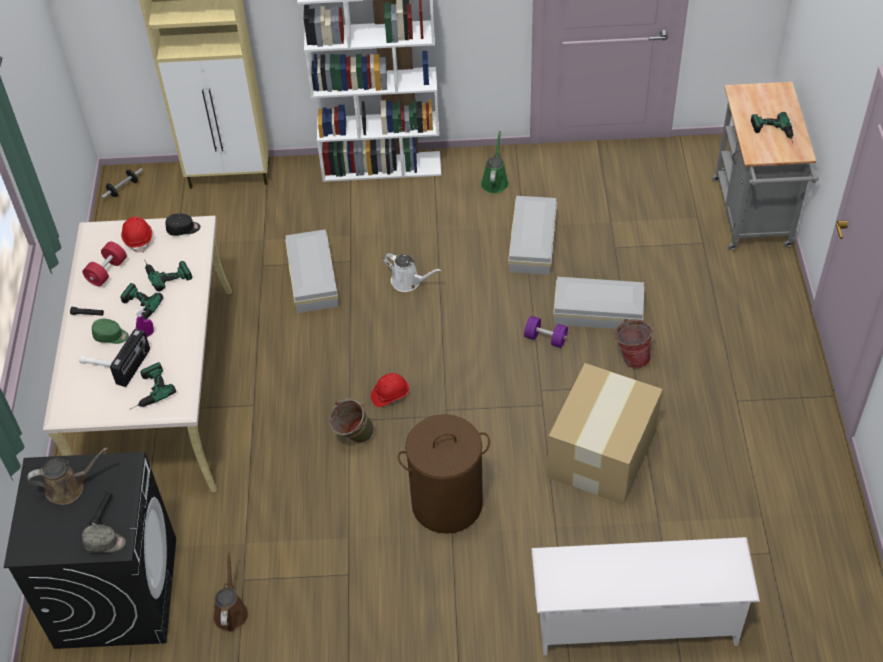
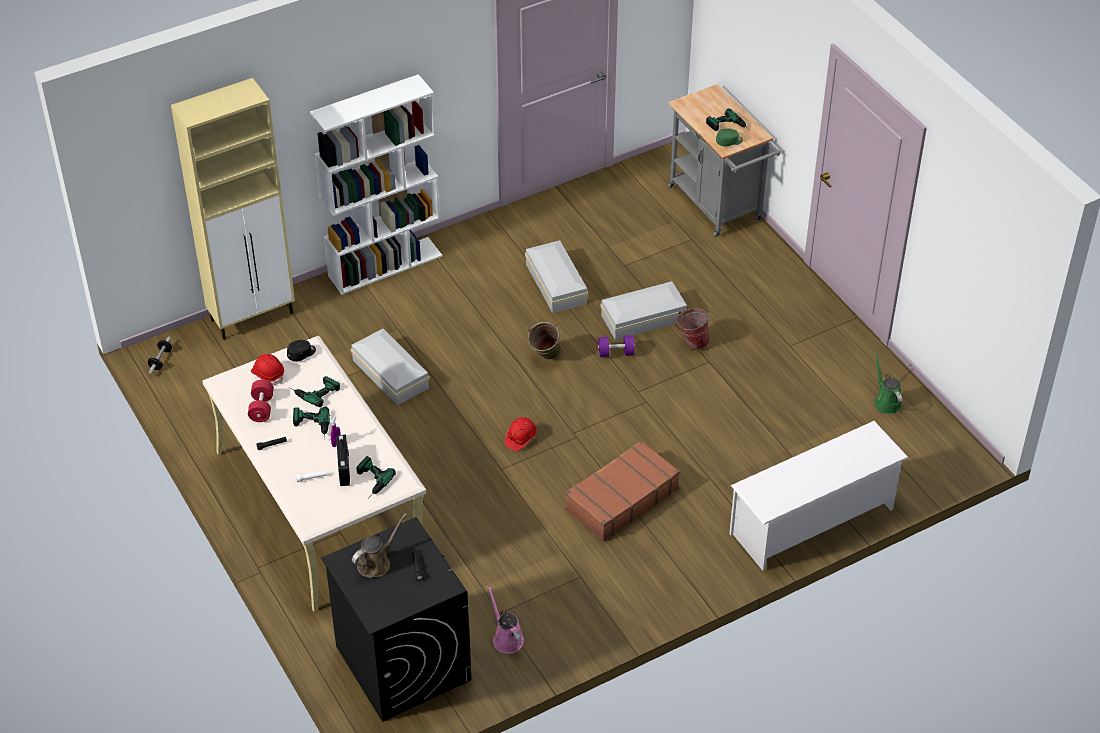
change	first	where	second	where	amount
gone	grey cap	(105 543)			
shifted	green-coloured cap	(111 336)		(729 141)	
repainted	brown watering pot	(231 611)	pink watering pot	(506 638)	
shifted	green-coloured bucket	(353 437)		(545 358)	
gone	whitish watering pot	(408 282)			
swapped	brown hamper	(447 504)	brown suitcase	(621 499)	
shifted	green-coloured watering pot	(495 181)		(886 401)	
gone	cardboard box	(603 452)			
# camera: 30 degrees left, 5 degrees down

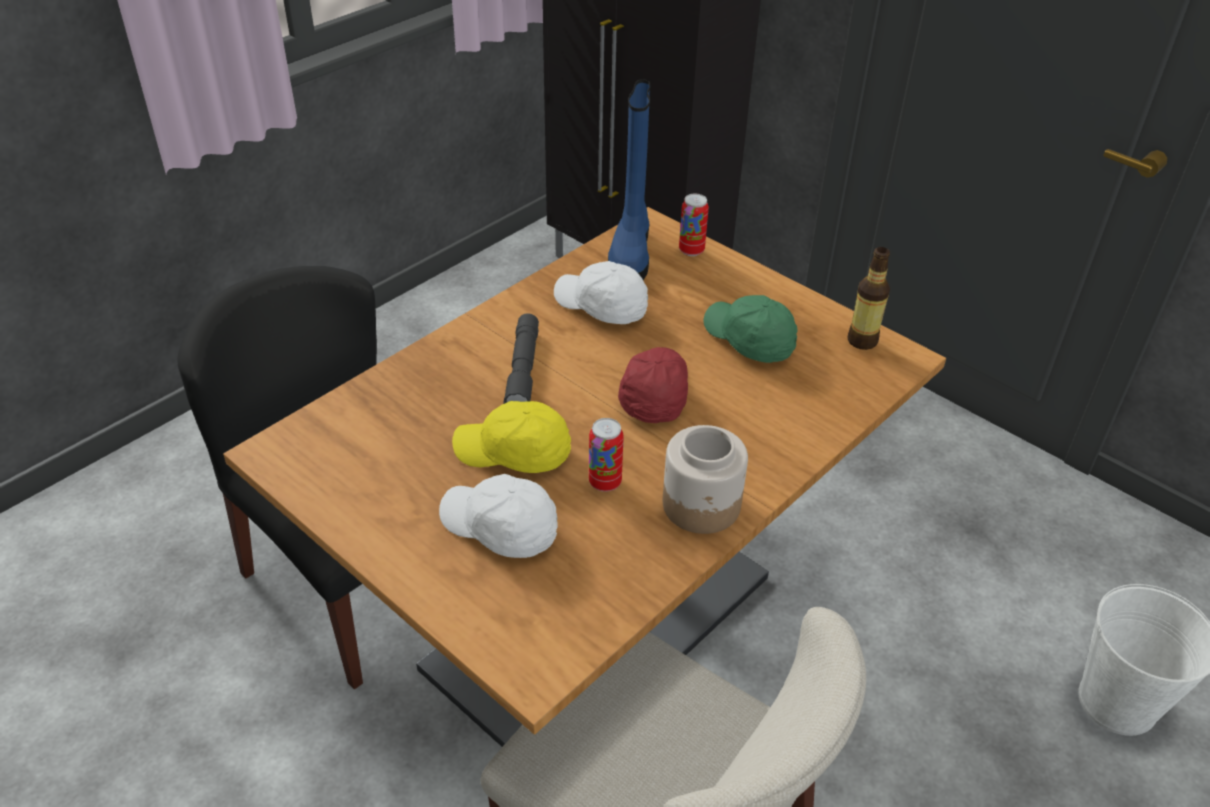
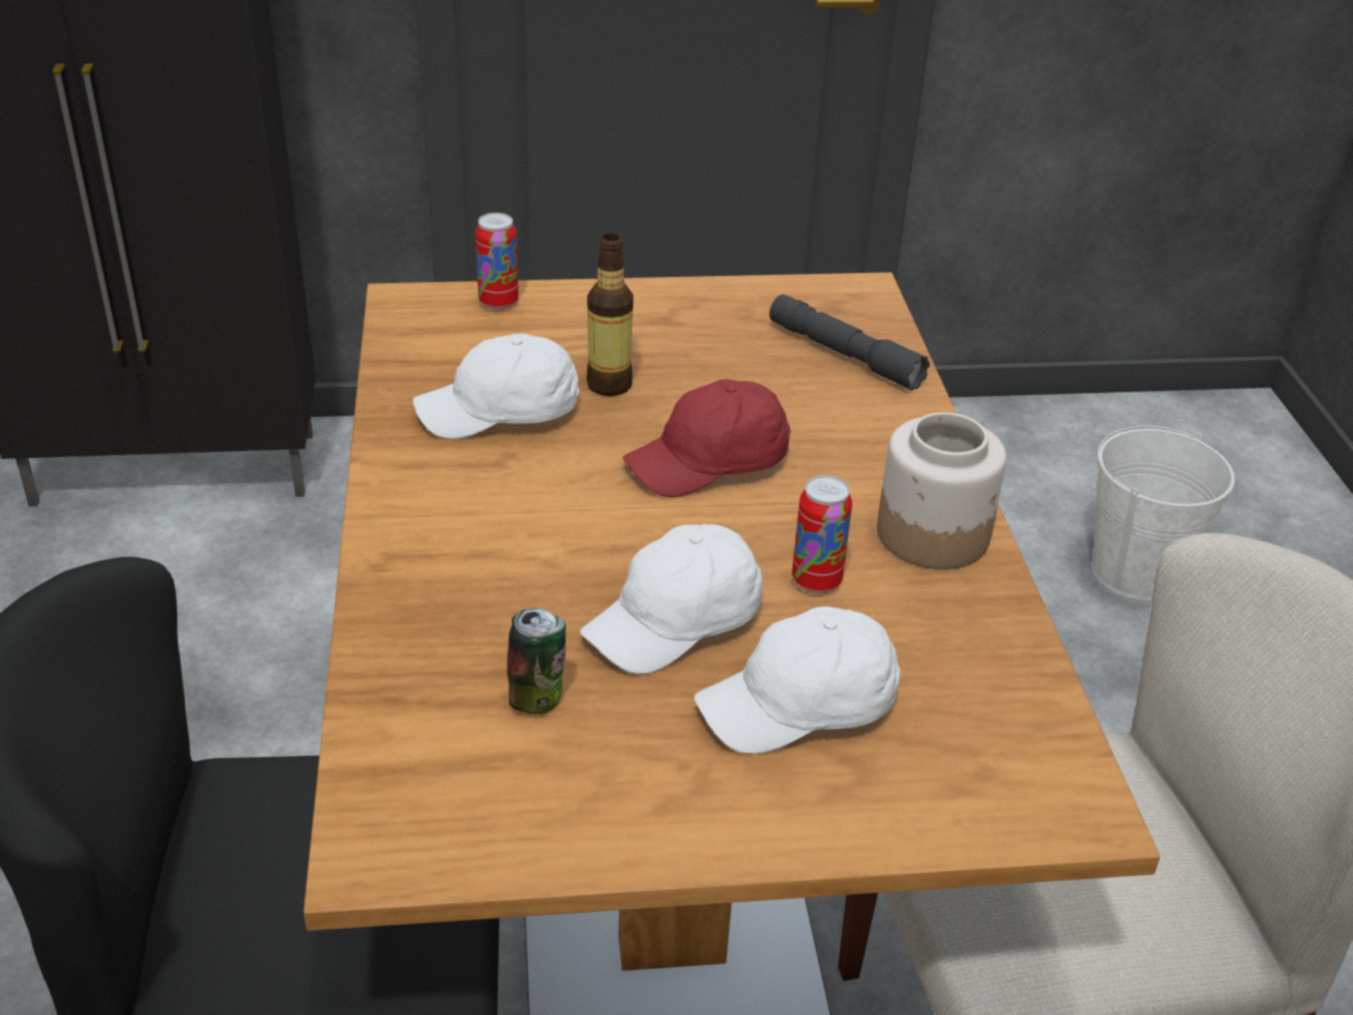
change	first	where	second	where	amount
repainted	yellow-coloured cap	(514 453)	whitish cap	(676 623)	
shifted	grey flashlight	(523 370)		(844 355)	
gone	blue-coloured boot	(630 253)			
rotated	reddish cap	(654 393)		(710 463)	75 degrees counterclockwise
gone	green-coloured cap	(749 340)			
shifted	drink bottle	(862 341)		(609 385)	
new			sealed can	(538 698)	
# camera: 50 degrees left, 5 degrees down

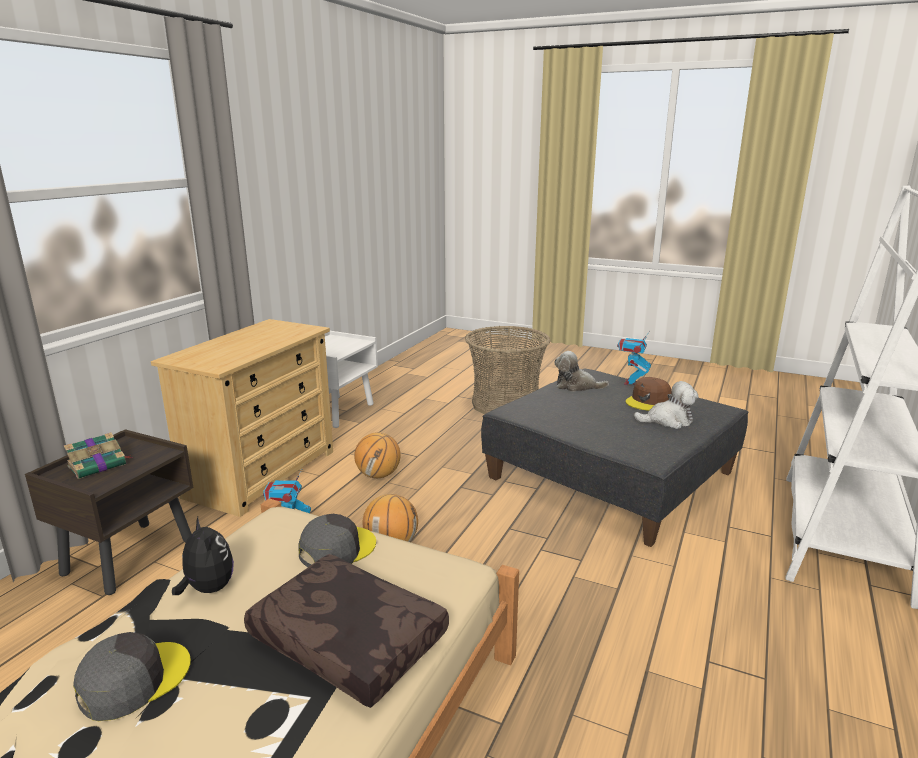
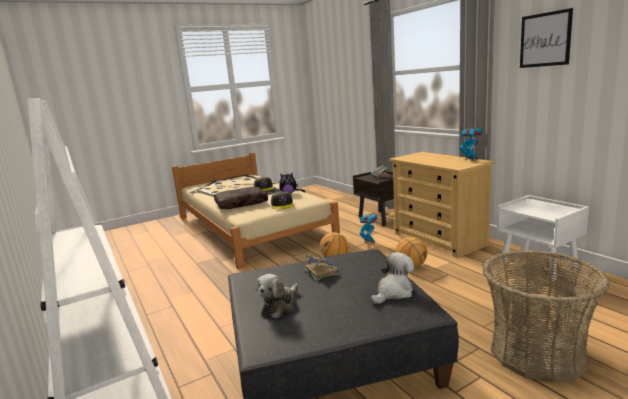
change	first	where	second	where	amount
shifted	toy robot	(631 383)		(471 159)	
gone	brown cap	(648 401)			
new			volume	(320 271)	
new			wall art	(545 39)	
# camera: 125 degrees right, 5 degrees down

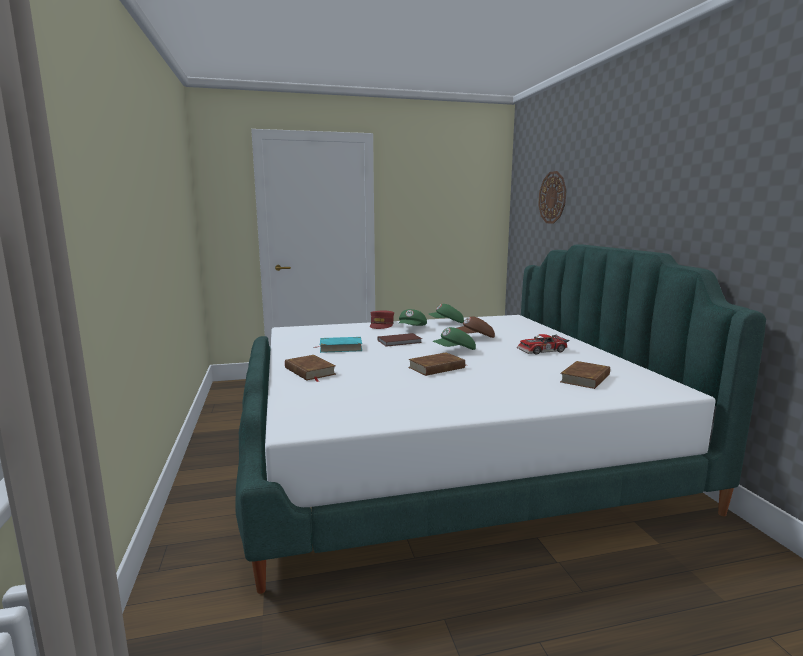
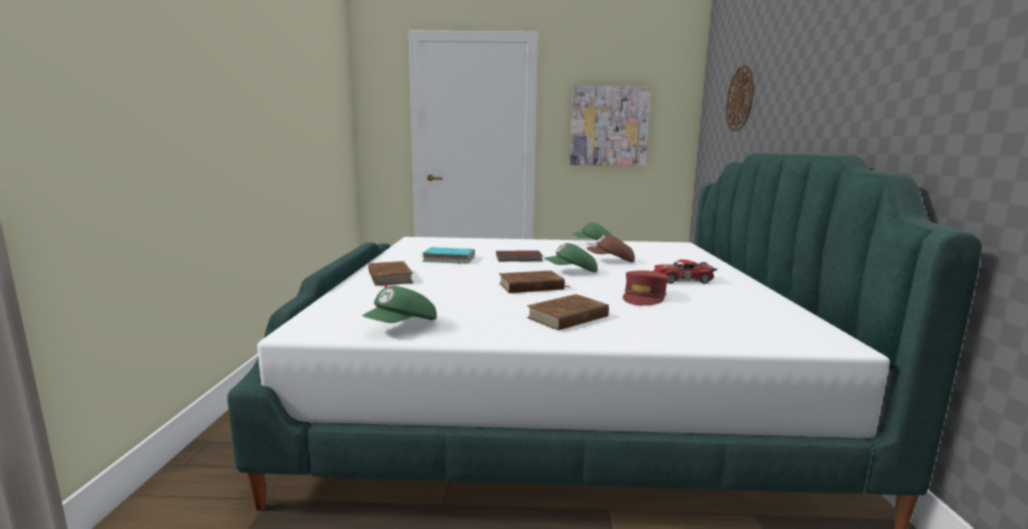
change	first	where	second	where	amount
shifted	reddish cap	(381 325)		(644 297)	
shifted	green-coloured cap	(412 328)		(402 326)	
shifted	brown volume	(585 378)		(568 317)	
new			wall art	(609 126)	
# camera: 15 degrees right, 0 degrees up

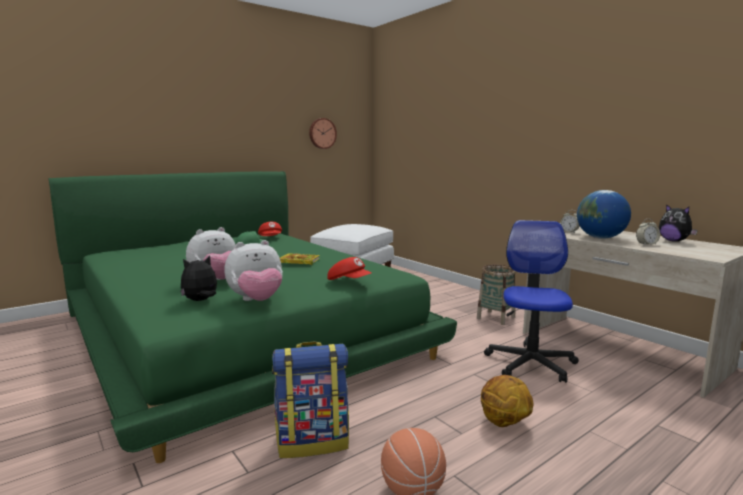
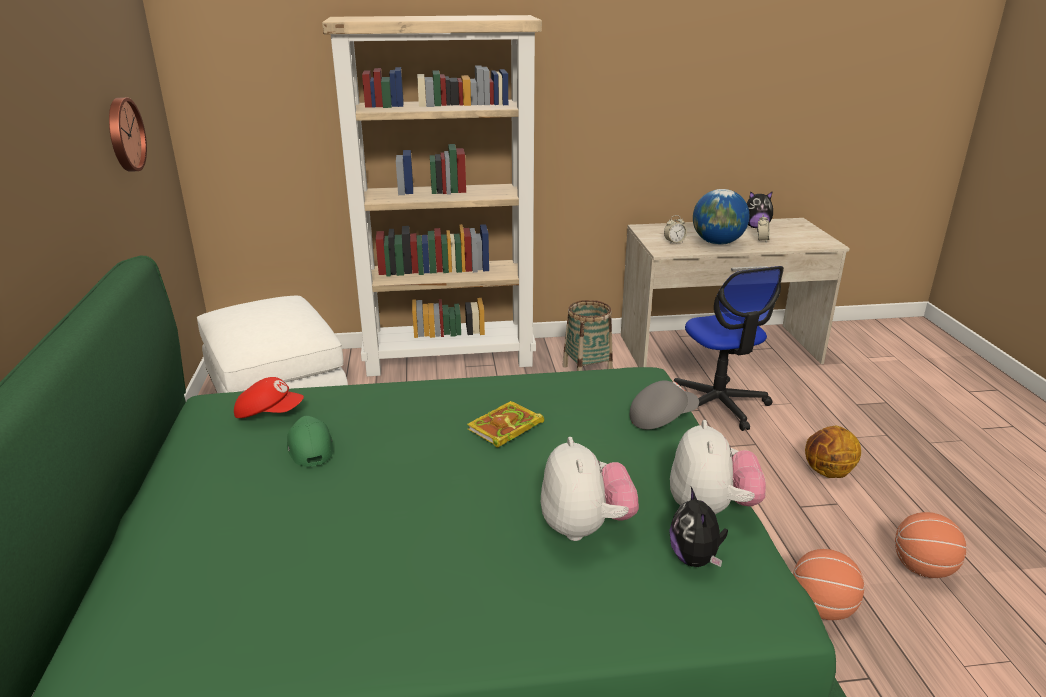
change	first	where	second	where	amount
swapped	knapsack	(313 441)	ball for basketball	(821 608)	
repainted	reddish cap	(349 282)	grey cap	(661 417)	
rotated	computer chair	(530 363)		(718 405)	150 degrees counterclockwise
new			beige bookshelf	(450 358)	
# camera: 60 degrees left, 15 degrees up

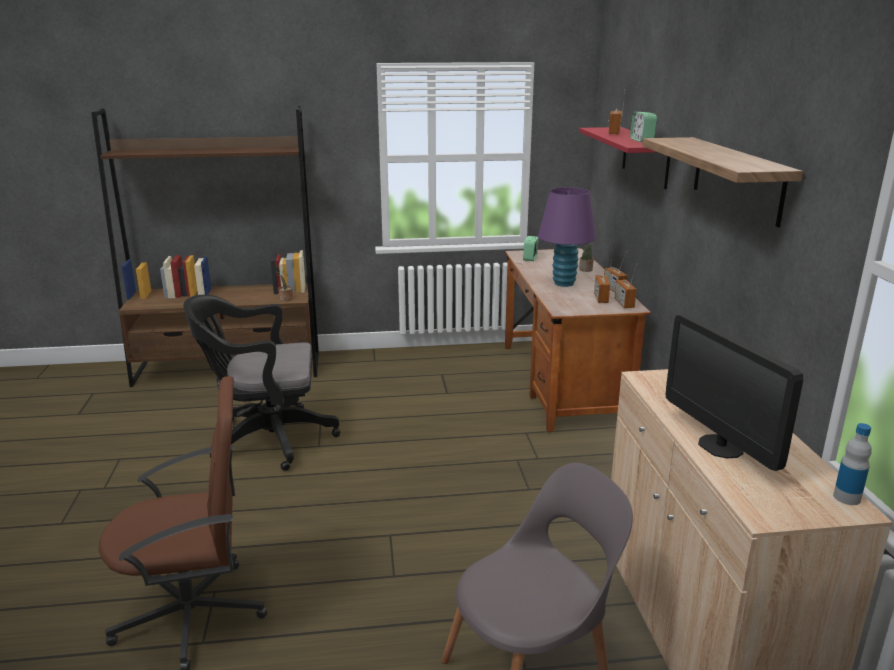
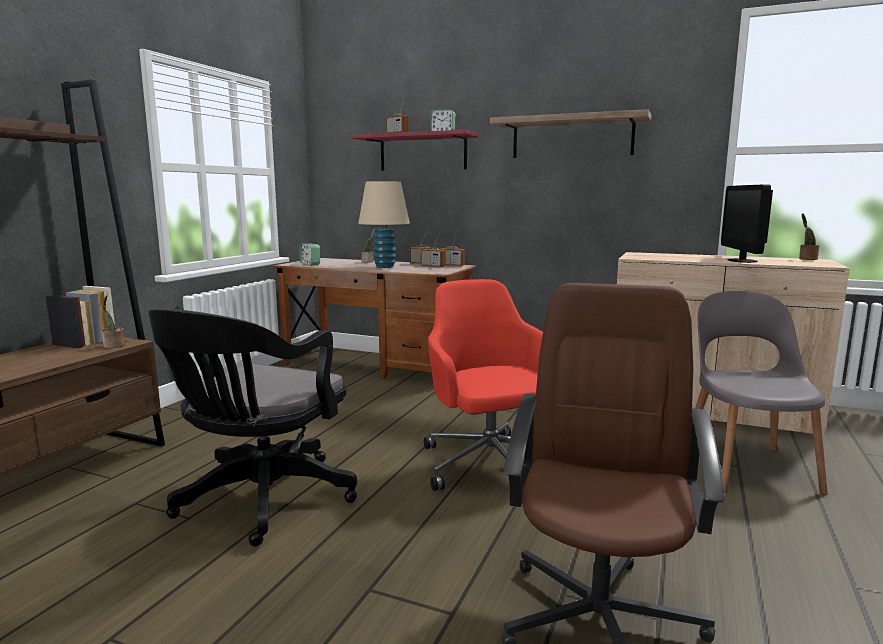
change	first	where	second	where	amount
repainted	purple-coloured tabletop lamp	(564 283)	beige tabletop lamp	(385 266)	
rotated	monitor	(720 446)		(742 261)	90 degrees clockwise
swapped	drink bottle	(846 497)	houseplant	(806 259)	
new			reddish computer chair	(489 465)	
# camera: 60 degrees left, 10 degrees down

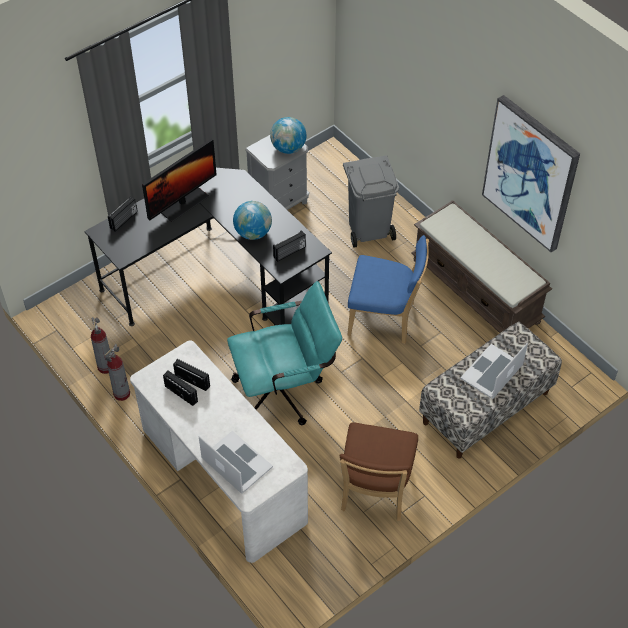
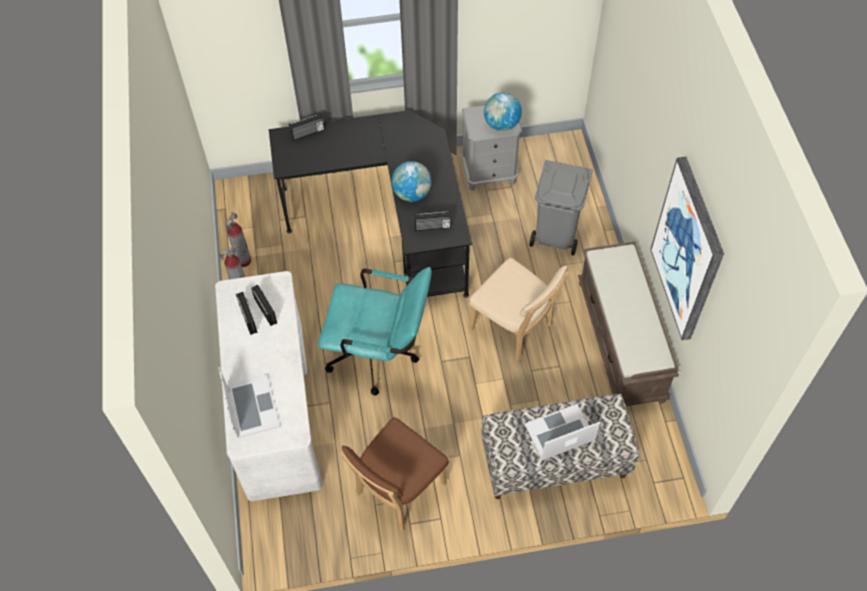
change	first	where	second	where	amount
gone	monitor	(183 203)			
repainted	blue-coloured plain chair	(384 319)	beige plain chair	(514 329)	
# camera: 30 degrees right, 5 degrees up

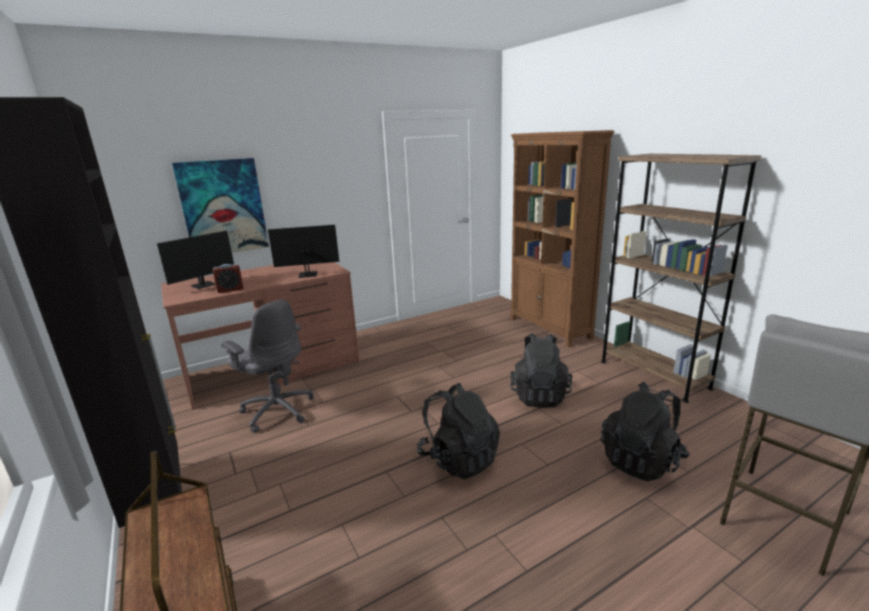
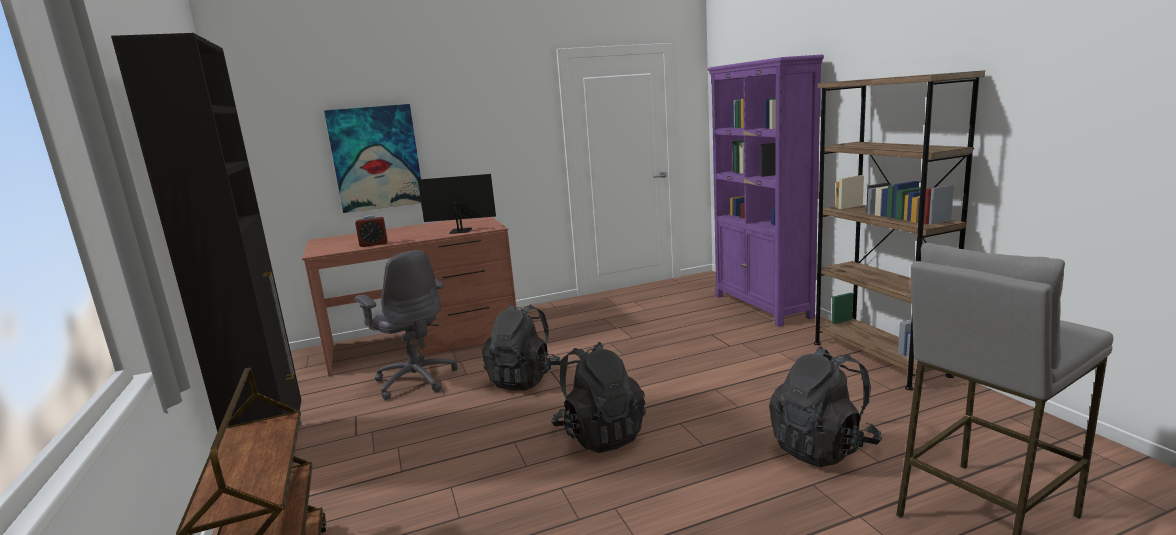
change	first	where	second	where	amount
gone	monitor	(207 284)			
repainted	brown bookshelf	(550 328)	purple-coloured bookshelf	(762 306)	
shifted	black knapsack	(539 396)		(524 379)	
# camera: 10 degrees right, 5 degrees down

